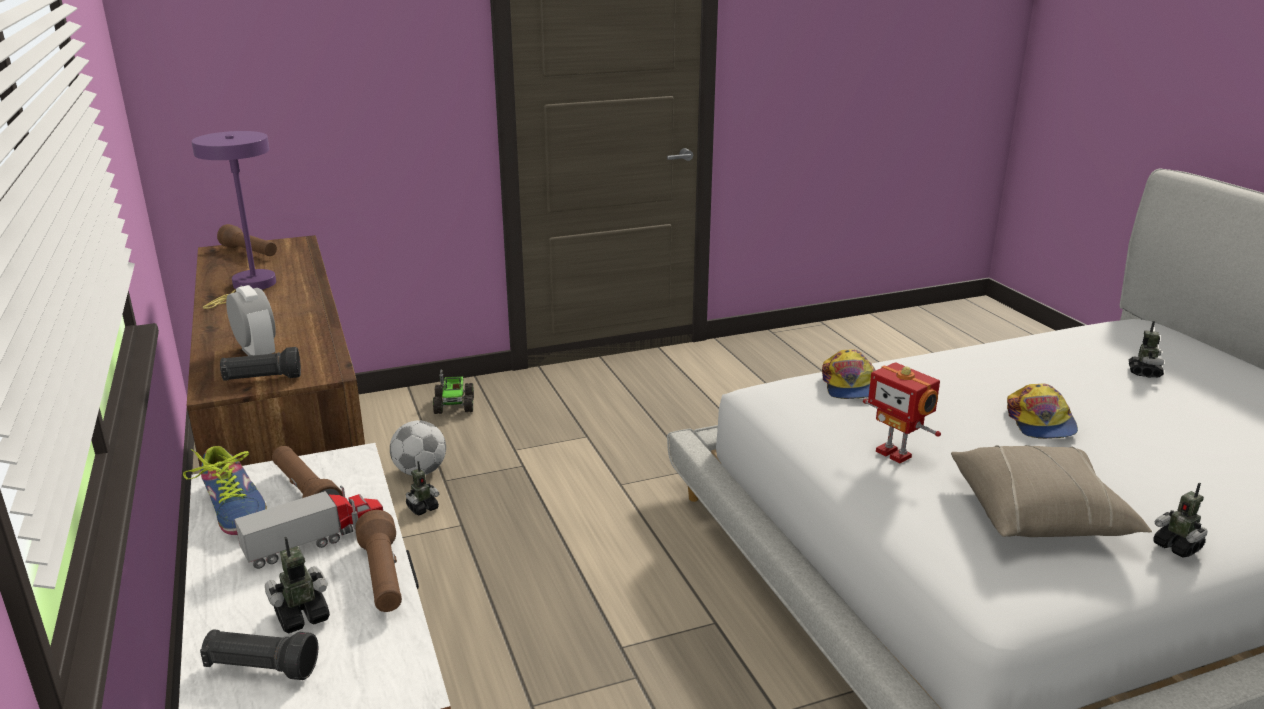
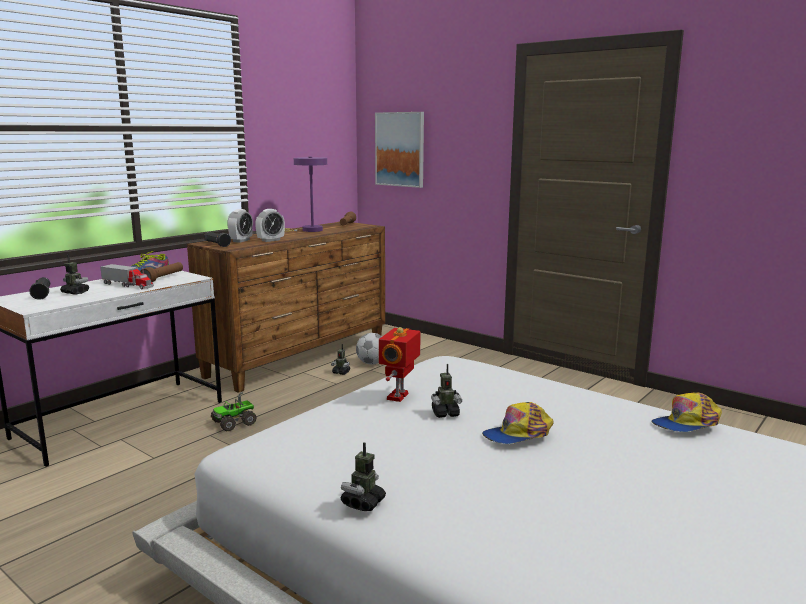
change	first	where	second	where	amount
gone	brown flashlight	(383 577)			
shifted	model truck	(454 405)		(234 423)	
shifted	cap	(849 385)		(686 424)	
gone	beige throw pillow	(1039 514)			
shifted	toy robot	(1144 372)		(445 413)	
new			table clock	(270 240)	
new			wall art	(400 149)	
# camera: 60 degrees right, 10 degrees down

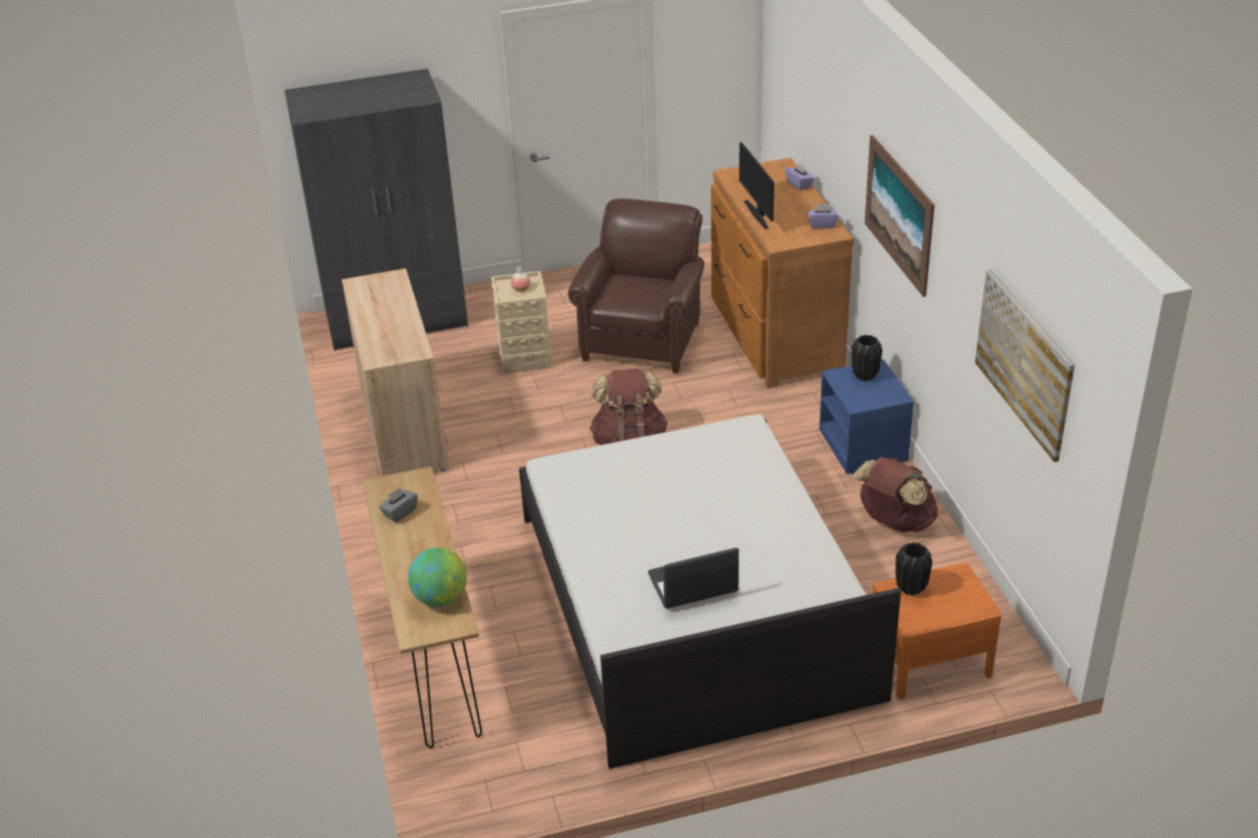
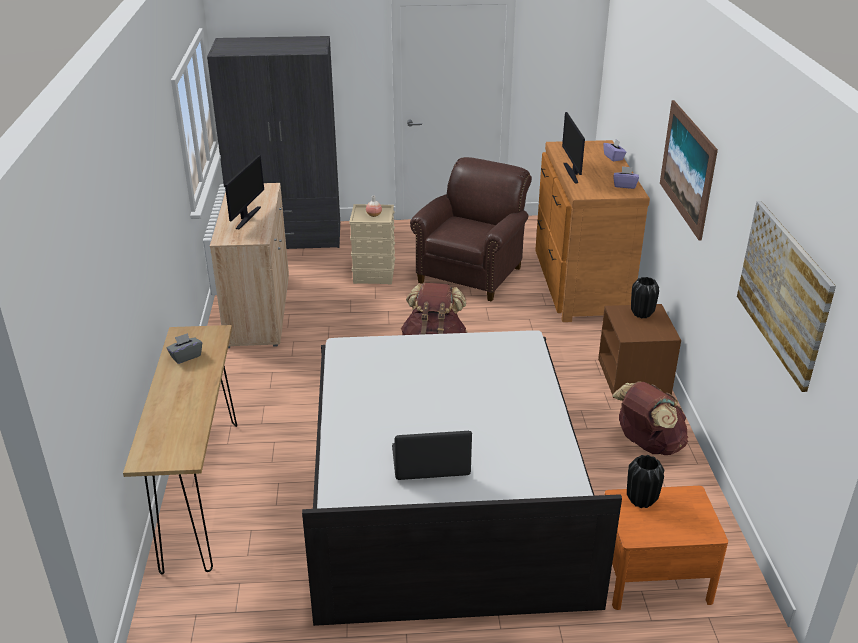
change	first	where	second	where	amount
gone	world globe	(440 598)			
repainted	blue-coloured night table	(864 446)	brown night table	(634 378)	
new			monitor	(247 217)	
# camera: 10 degrees right, 5 degrees down

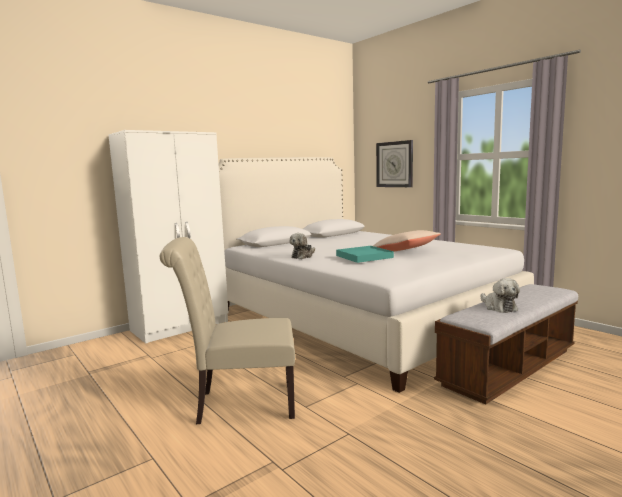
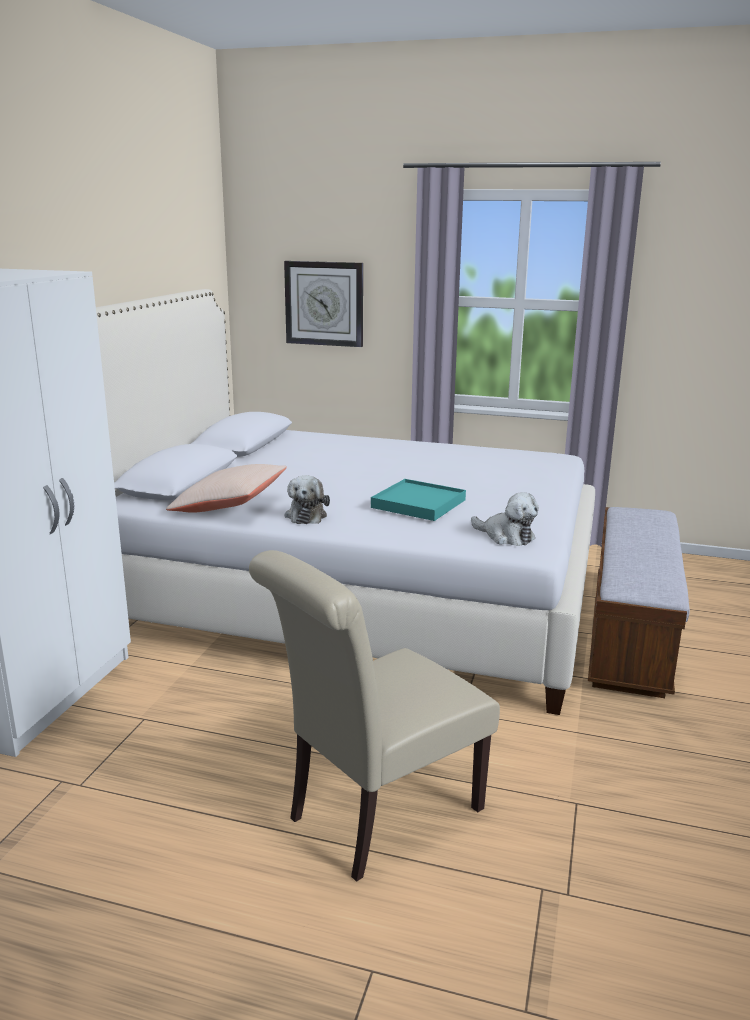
change	first	where	second	where	amount
shifted	beige throw pillow	(405 251)		(229 505)	
shifted	plush toy	(498 307)		(506 536)	
# camera: 35 degrees left, 10 degrees up

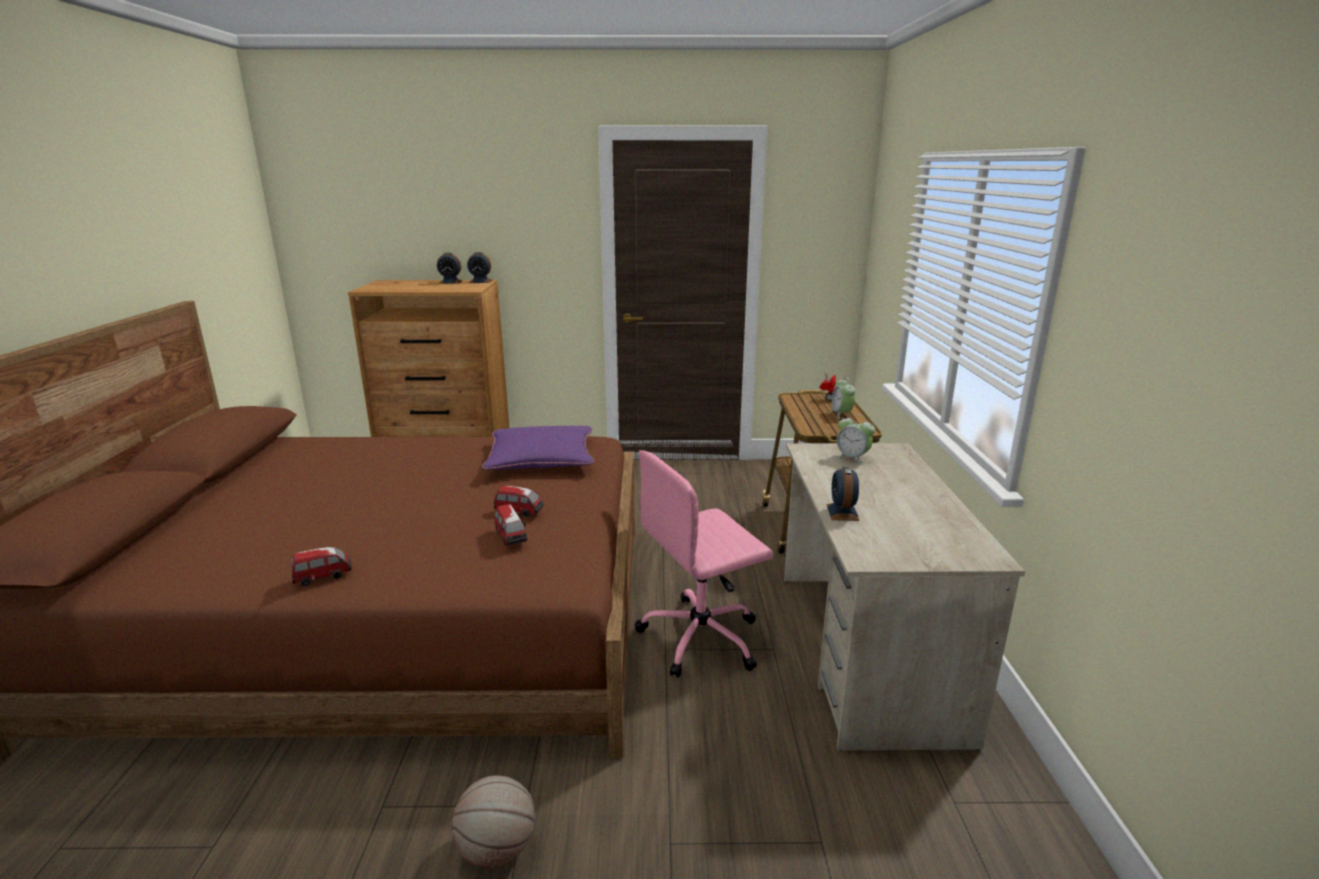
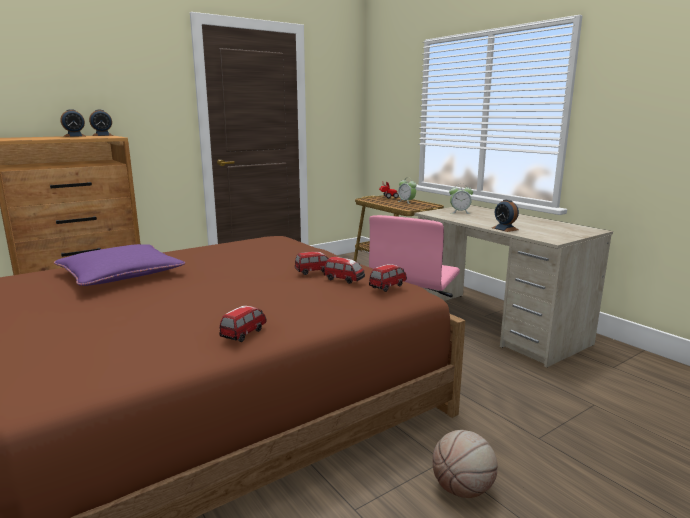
change	first	where	second	where	amount
shifted	purple-coloured throw pillow	(541 458)		(120 274)	
new			model car	(387 286)	
# camera: 35 degrees left, 5 degrees down

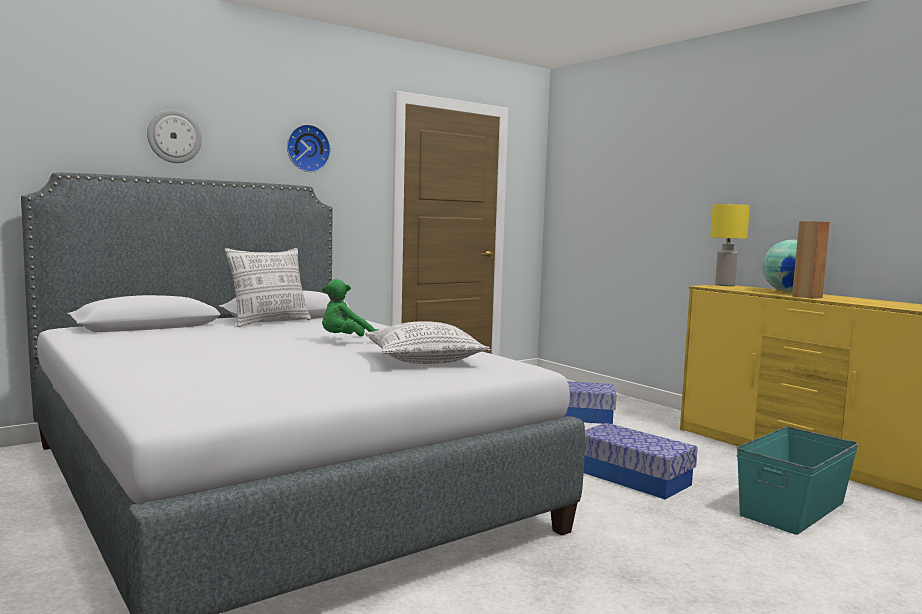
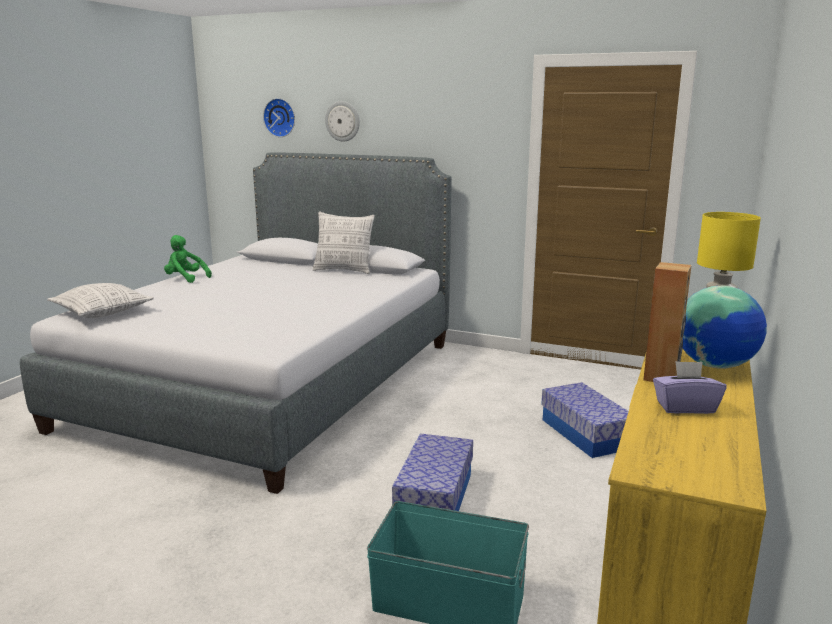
change	first	where	second	where	amount
shifted	clock on the wall	(307 148)		(280 117)	
shifted	green-coloured plush toy	(346 341)		(185 279)	
shifted	throw pillow	(424 360)		(103 312)	
new			purple-coloured tissue holder	(685 407)	
# camera: 60 degrees right, 10 degrees up

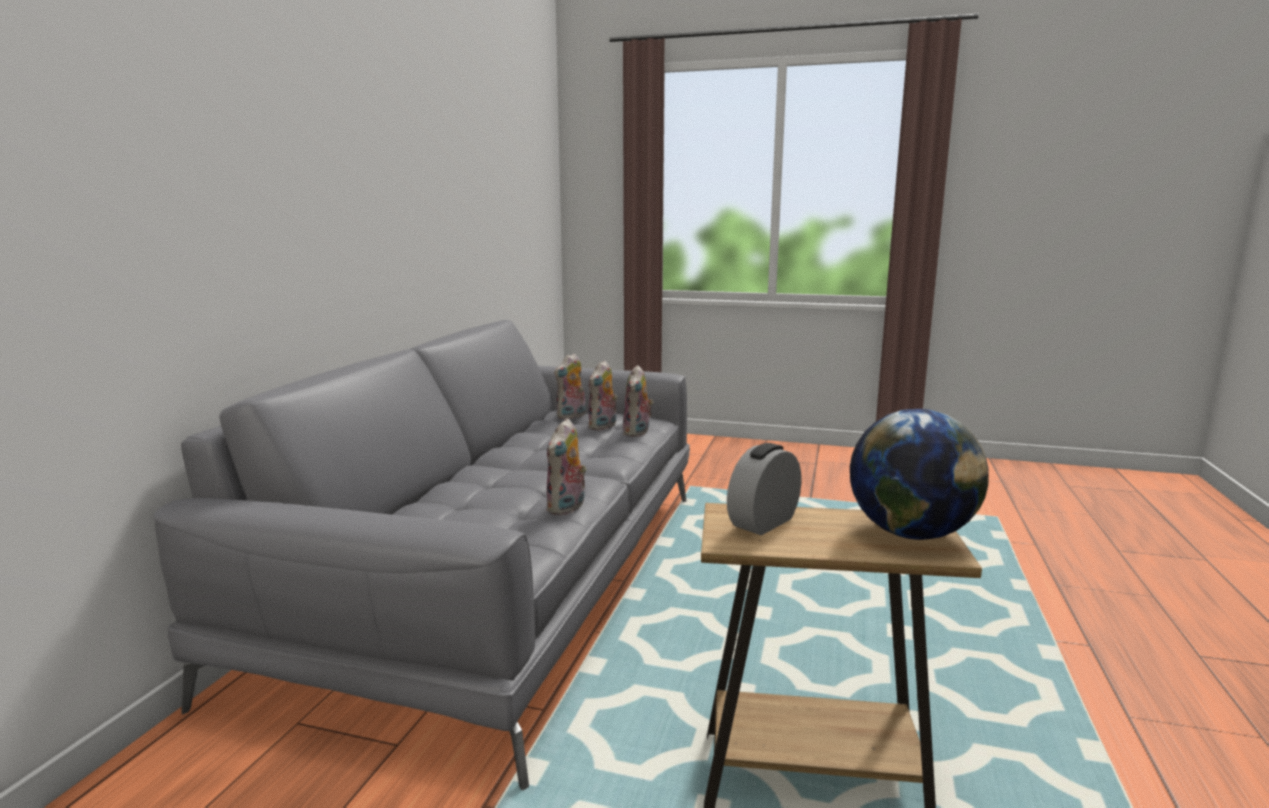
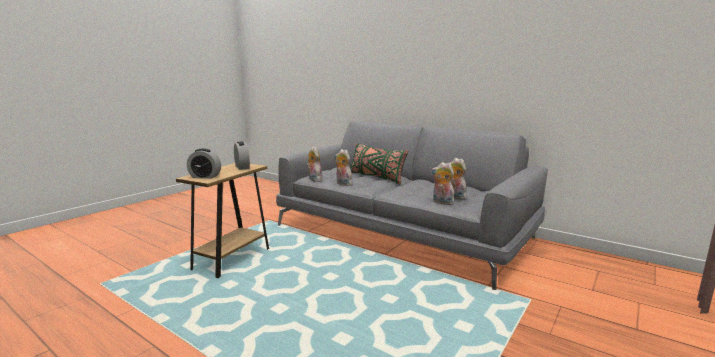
change	first	where	second	where	amount
shifted	plush toy	(571 416)		(314 179)	
swapped	world globe	(910 533)	table clock	(205 177)	
new			green-coloured throw pillow	(376 177)	
# camera: 110 degrees right, 0 degrees up

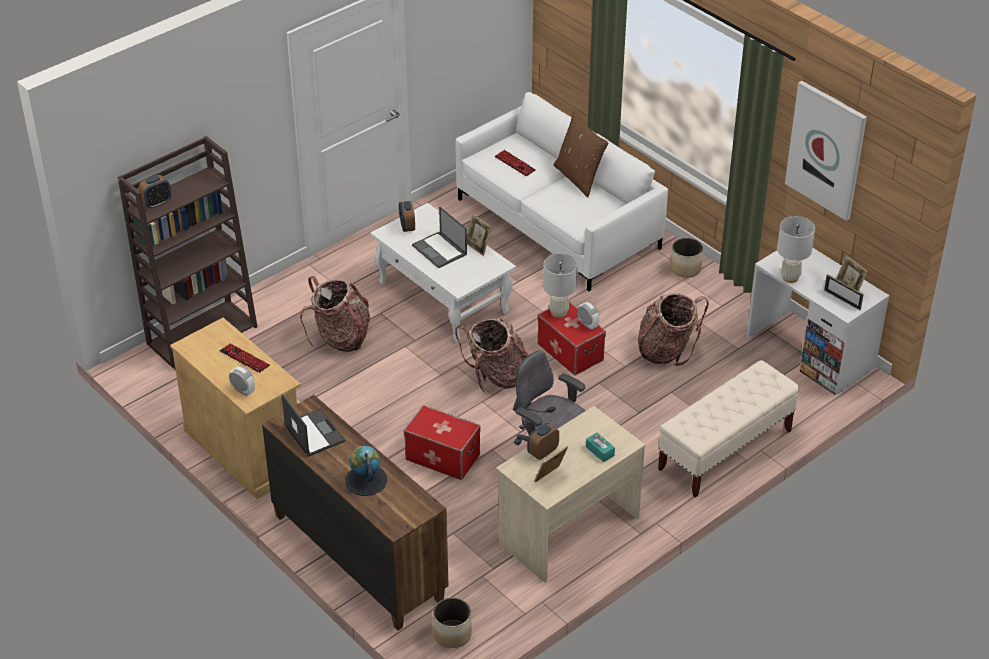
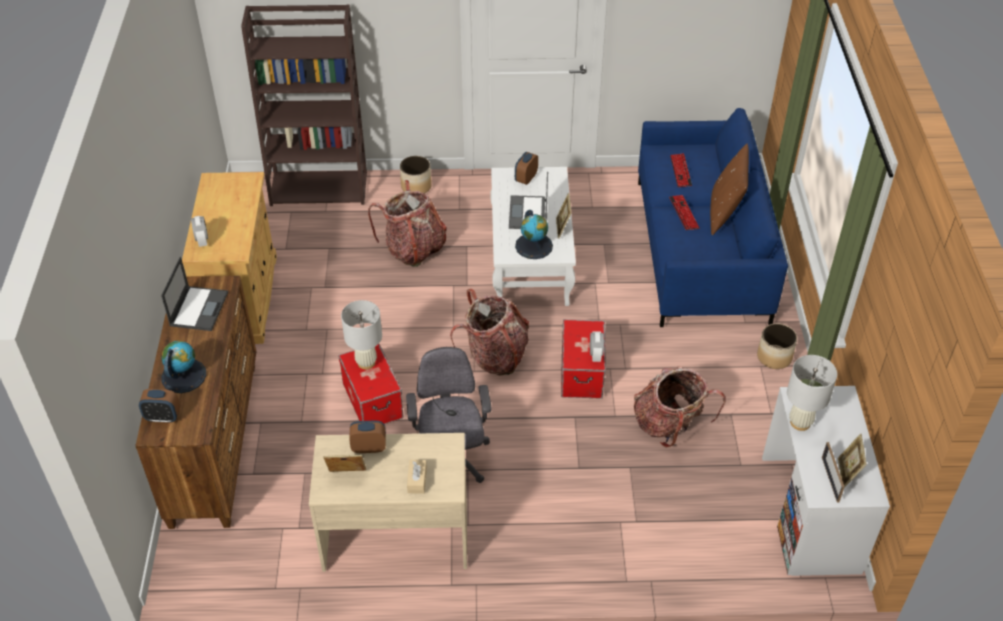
change	first	where	second	where	amount
shifted	table clock	(157 203)		(163 417)	
shifted	PC keyboard	(244 359)		(684 213)	
shifted	planter	(452 634)		(416 186)	
repainted	whitish sofa	(557 224)	blue-coloured sofa	(700 250)	
shifted	whitish tabletop lamp	(559 312)		(366 362)	
repainted	blue-green tissue holder	(600 451)	beige tissue holder	(417 480)	
gone	beige indoor bench	(725 450)			
gone	wall art	(826 149)			
new			world globe	(534 246)	
# camera: 40 degrees right, 5 degrees up

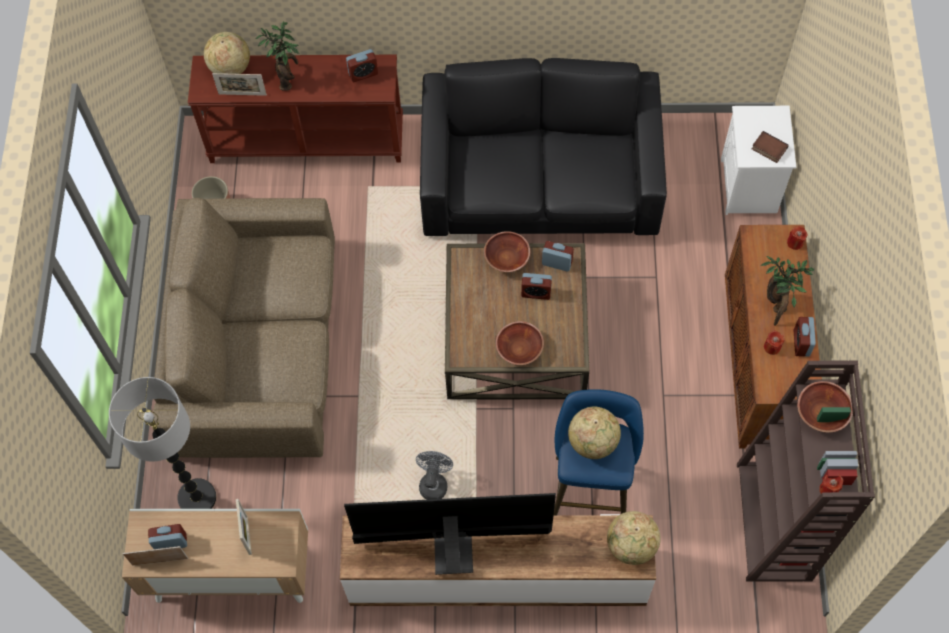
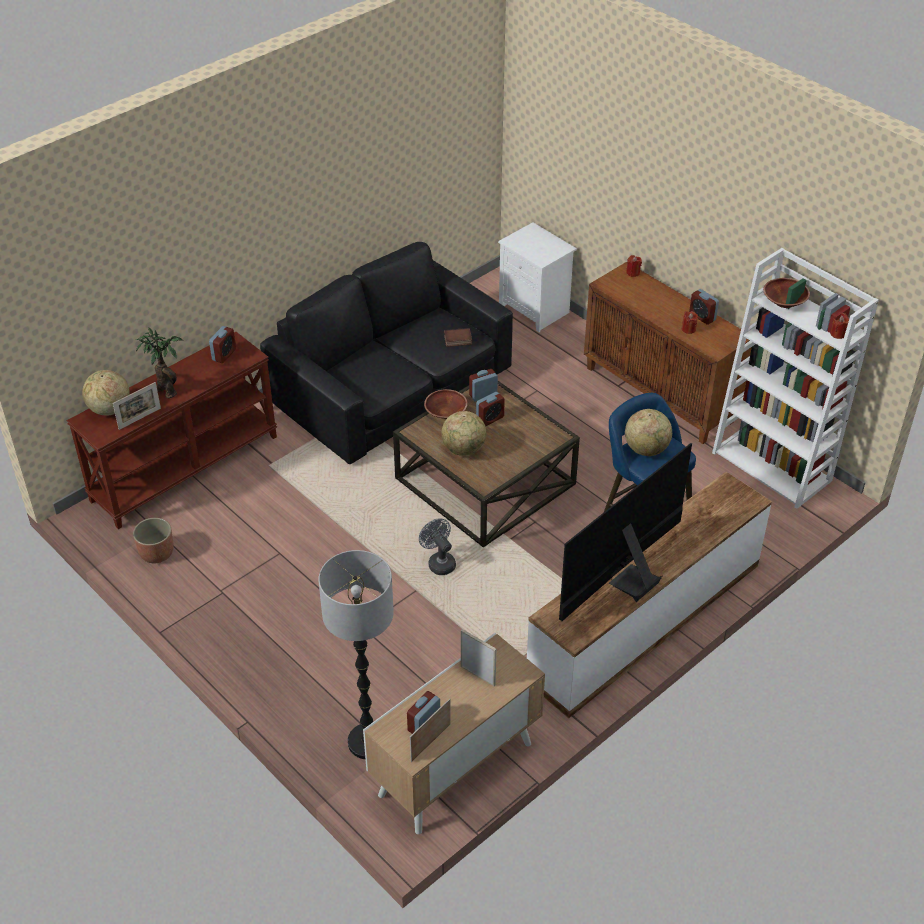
change	first	where	second	where	amount
gone	brown sofa	(258 345)			
shifted	grey cooling fan	(434 482)		(439 562)	
gone	brown deep dish	(519 349)			
shifted	world globe	(631 546)		(464 449)	
repainted	brown bookshelf	(775 522)	whitish bookshelf	(773 467)	
shifted	volume	(768 149)		(457 340)	
gone	houseplant	(776 306)			
# camera: 45 degrees left, 20 degrees down

